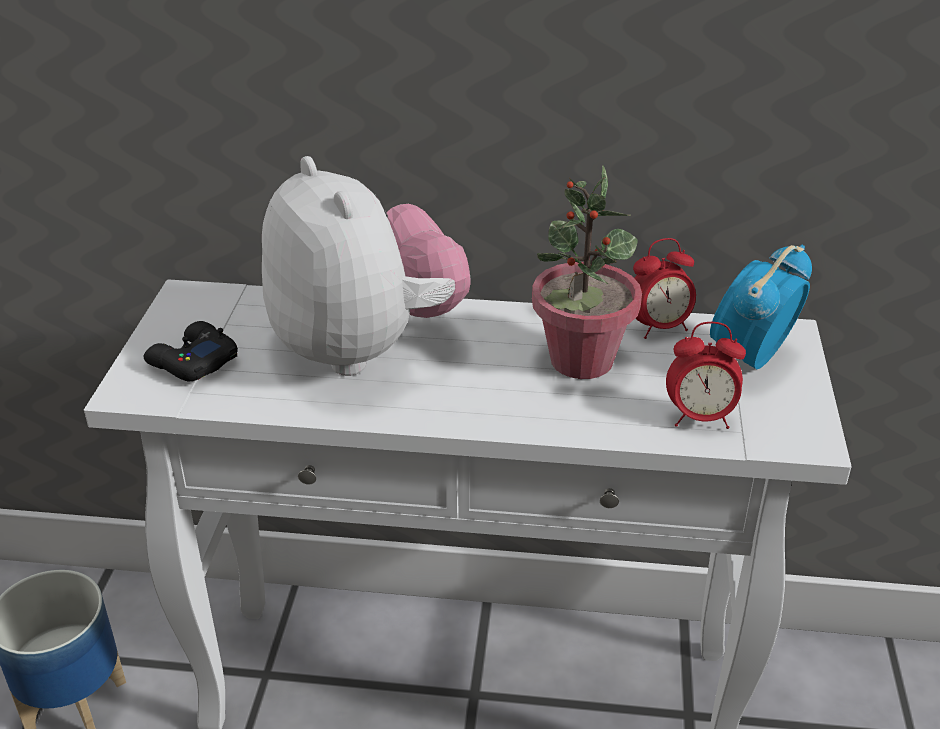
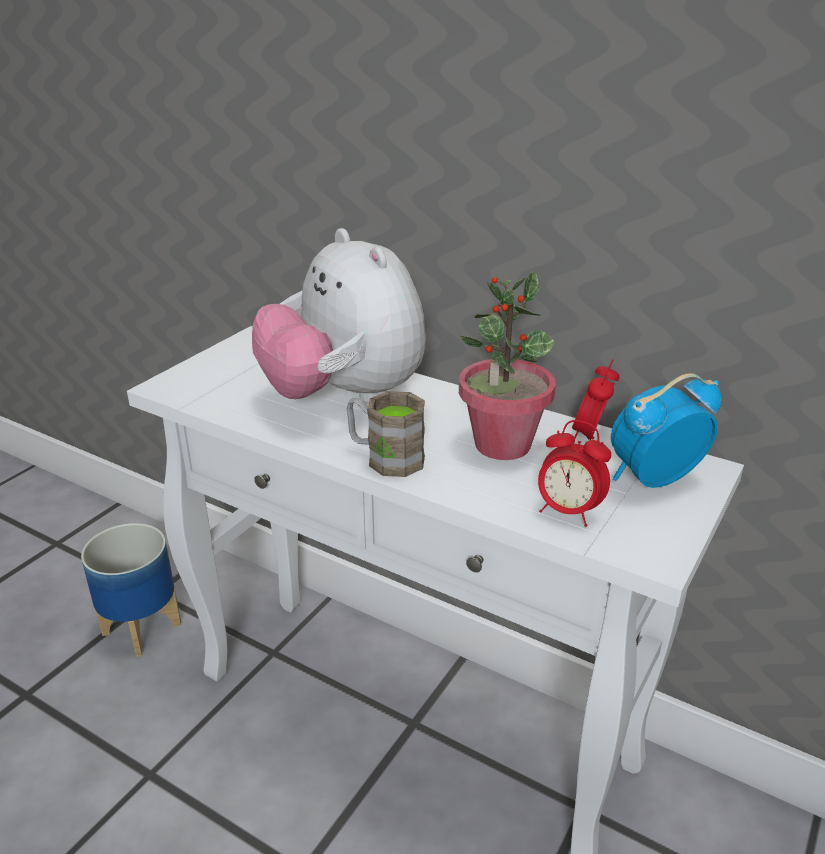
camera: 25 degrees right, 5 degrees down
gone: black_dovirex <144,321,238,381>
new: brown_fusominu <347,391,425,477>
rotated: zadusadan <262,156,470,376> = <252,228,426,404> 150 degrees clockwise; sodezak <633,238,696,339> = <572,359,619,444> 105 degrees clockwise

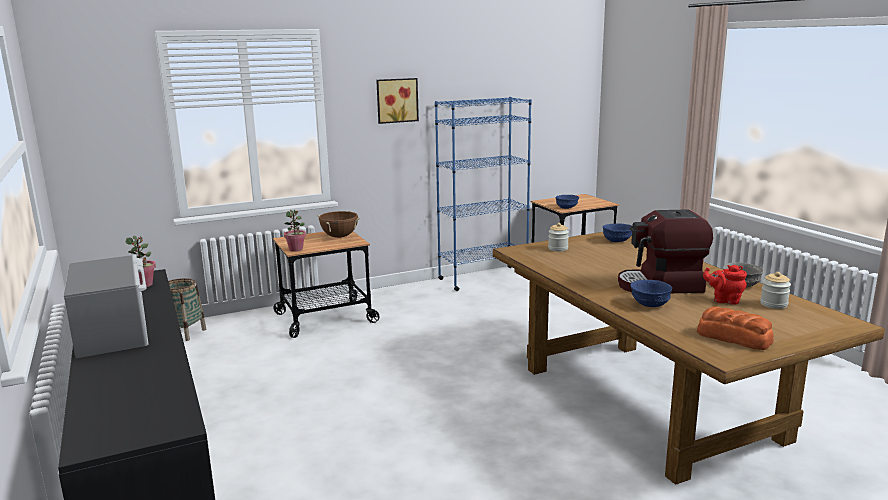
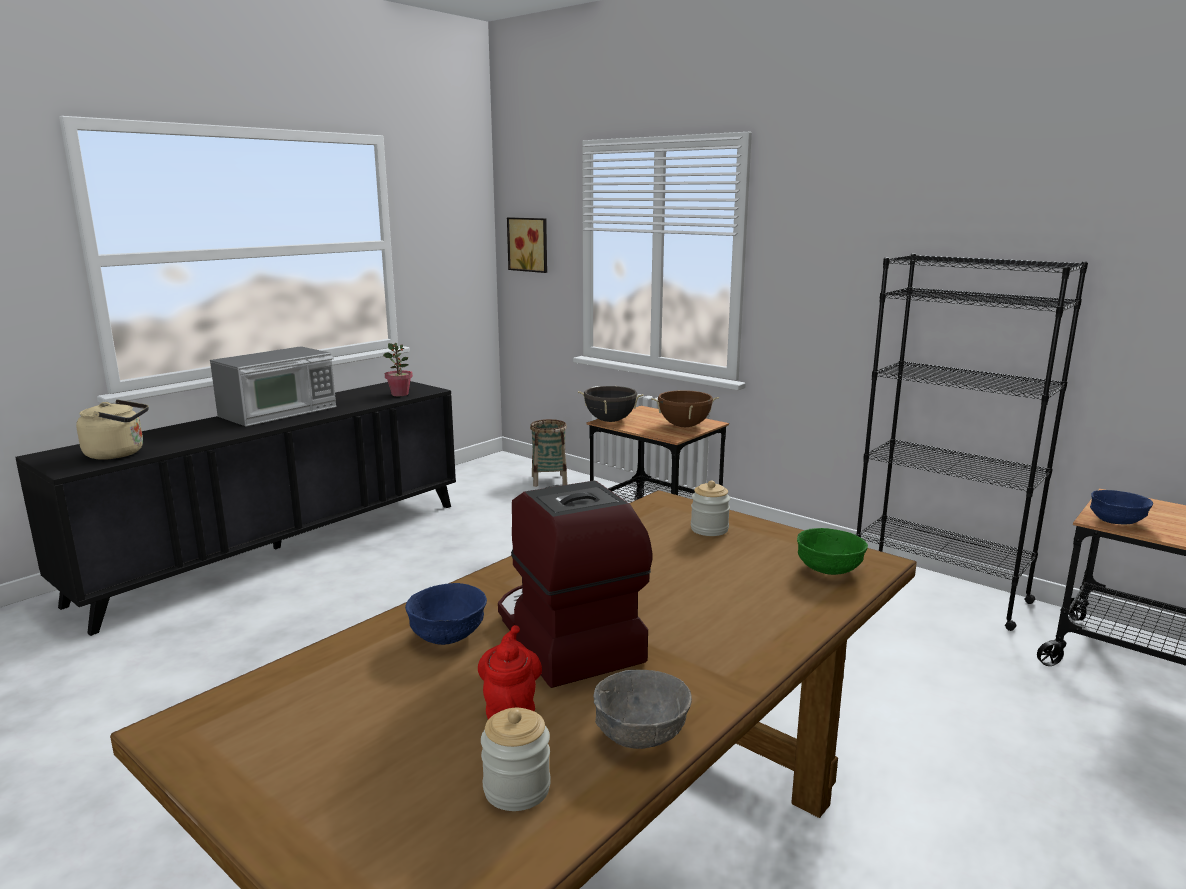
camera: 65 degrees right, 0 degrees up
gone: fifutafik <697,306,774,350>
new: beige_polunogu <76,400,149,460>
shifted: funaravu <376,78,419,124> to <507,217,547,273>
swapped: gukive <284,210,306,252> to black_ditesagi <578,386,644,422>
repainted: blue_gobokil <603,223,632,242> to green_gobokil <797,528,868,575>; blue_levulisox <435,97,532,291> to black_levulisox <856,254,1088,631>

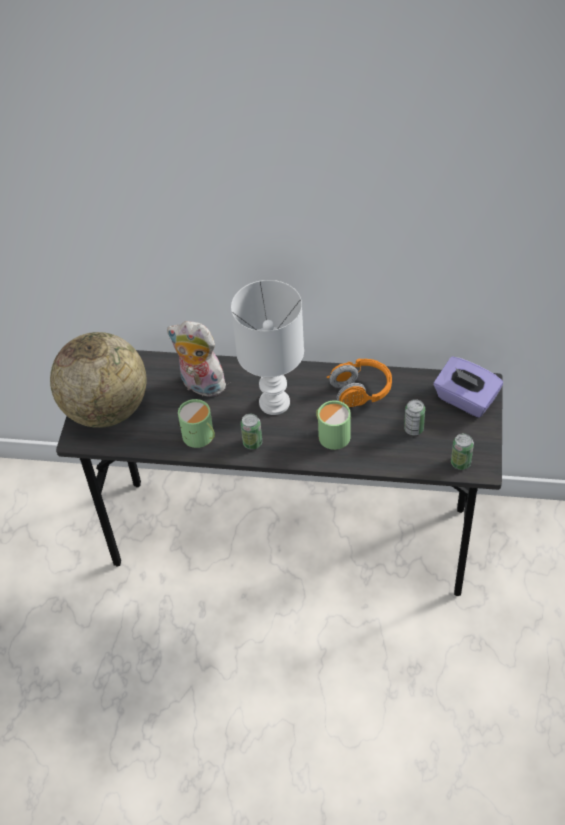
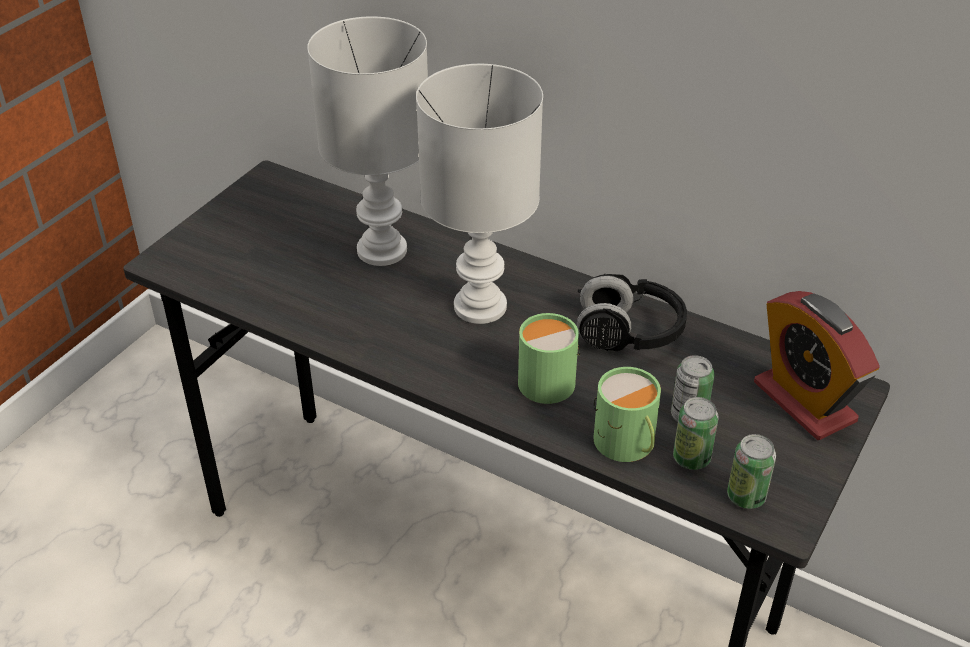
camera: 20 degrees right, 10 degrees down
gone: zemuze <50,332,147,428>
shifted: green_fusominu <178,399,215,448> to <593,367,661,462>; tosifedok <240,414,262,449> to <673,397,719,470>
swapped: zadusadan <167,321,228,397> to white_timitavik <307,16,428,266>; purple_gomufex <434,356,503,418> to sodezak <754,291,880,440>
repainted: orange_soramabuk <326,358,392,407> to black_soramabuk <576,274,687,351>

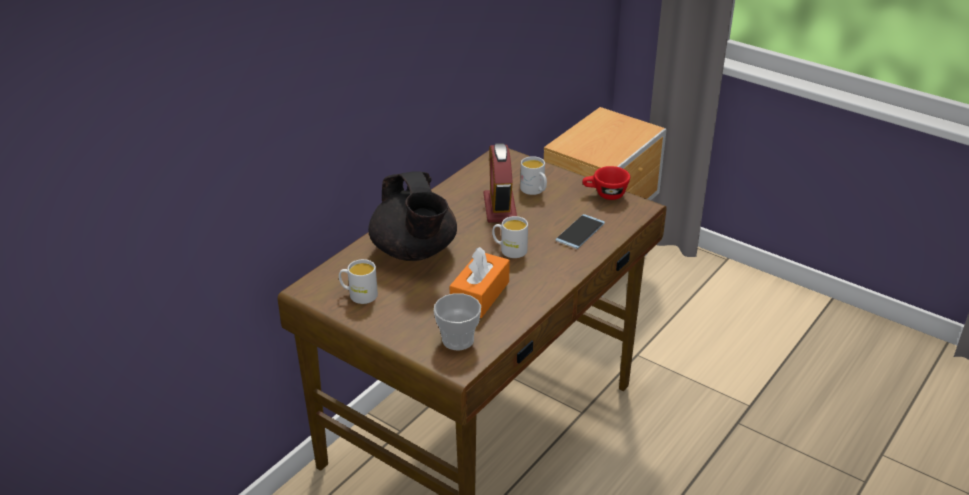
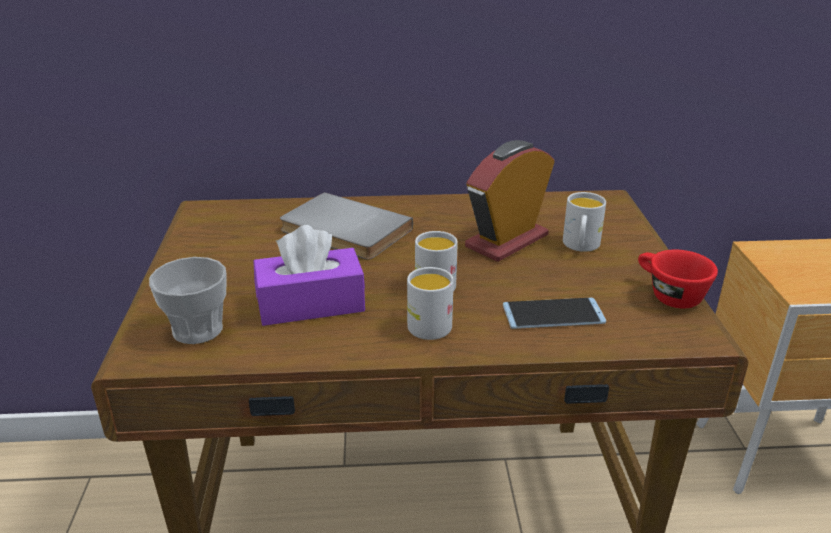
camera: 50 degrees right, 5 degrees down
shifted: white_fusominu <339,259,378,304> to <407,267,454,340>
swapped: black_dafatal <368,171,457,261> to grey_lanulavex <280,192,413,260>
repainted: orange_gomufex <450,247,510,318> to purple_gomufex <253,225,365,326>

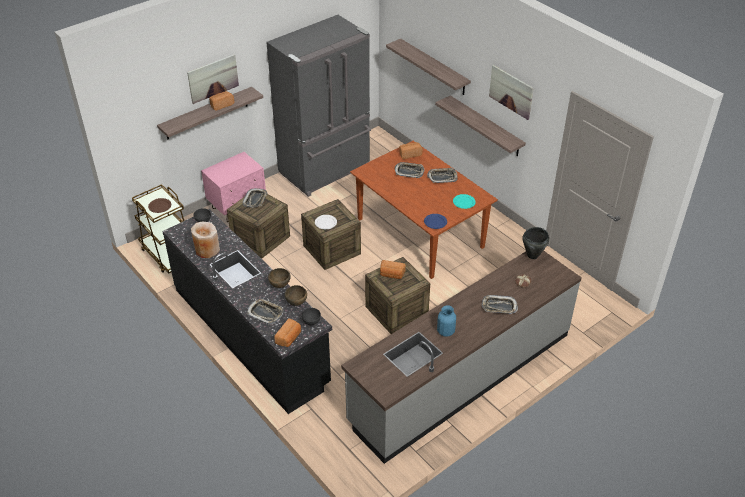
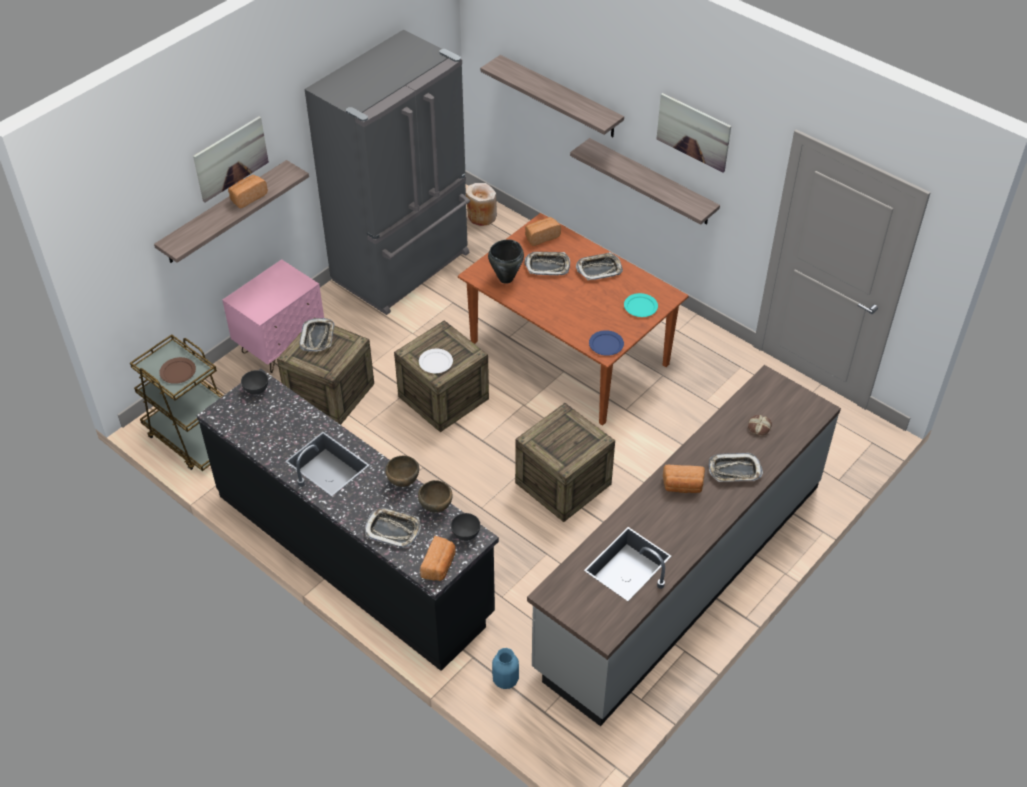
camera: 10 degrees left, 5 degrees up
shifted: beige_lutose <191,221,220,258> to <466,183,497,226>; black_ditesagi <522,227,549,259> to <488,239,524,284>; blue_lutose <437,305,456,337> to <492,648,519,689>; fifutafik <380,260,406,279> to <663,465,705,493>

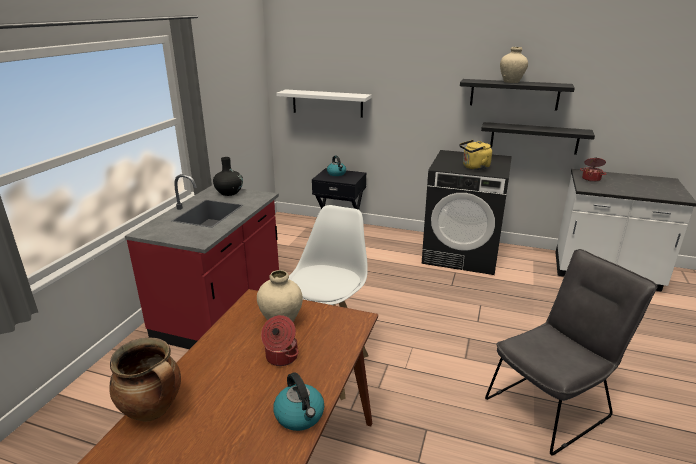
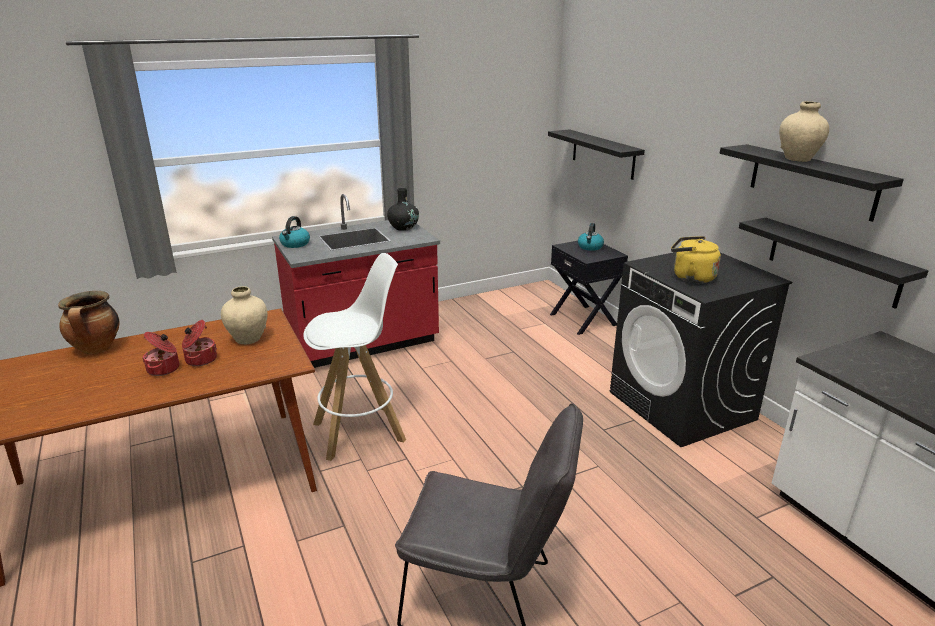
camera: 45 degrees right, 0 degrees up
shifted: ditesagi <580,157,606,182> to <143,332,179,376>; polunogu <273,372,324,431> to <279,216,310,248>
repainted: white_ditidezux <276,89,371,118> to black_ditidezux <548,129,645,180>

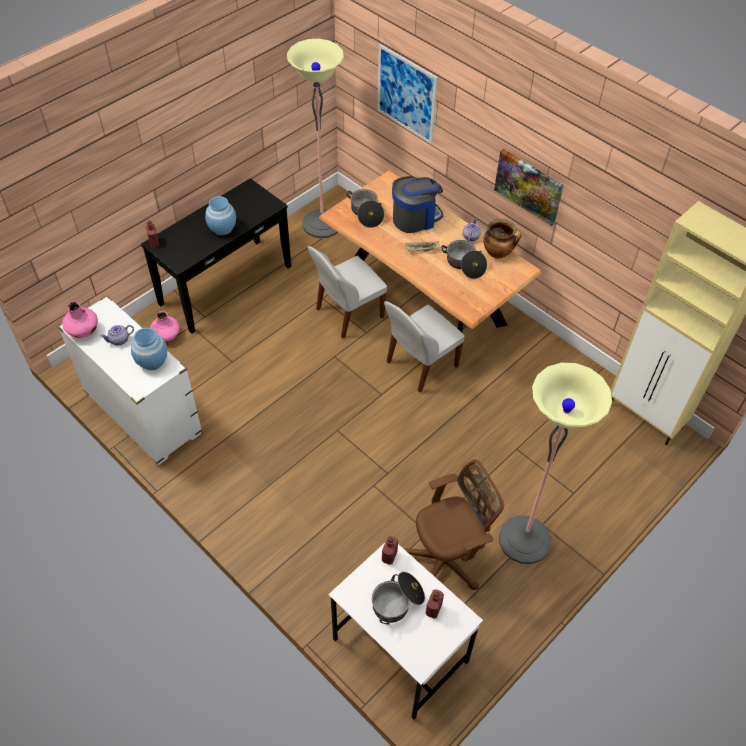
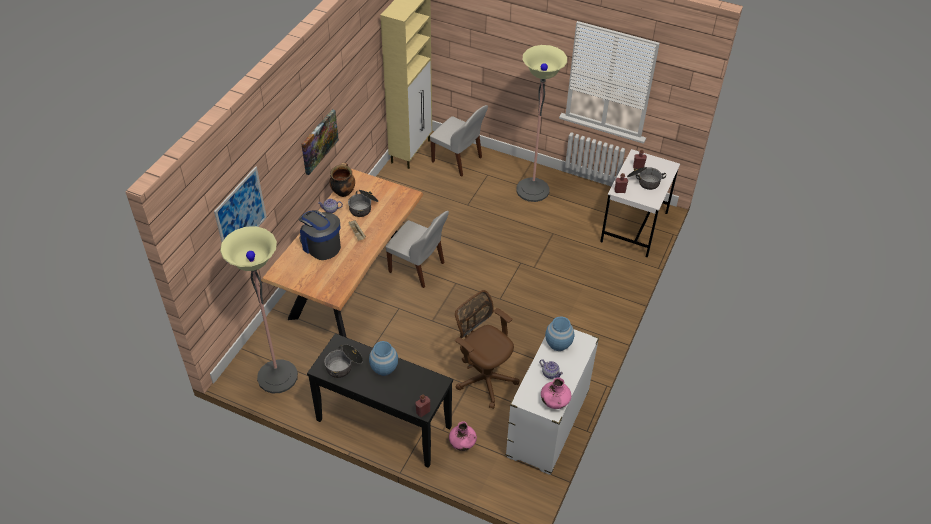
camera: 110 degrees left, 5 degrees down
shifted: ditesagi <347,189,384,228> to <324,344,363,378>; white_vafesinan <308,246,387,339> to <430,105,488,177>; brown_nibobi <403,459,504,590> to <455,290,520,409>

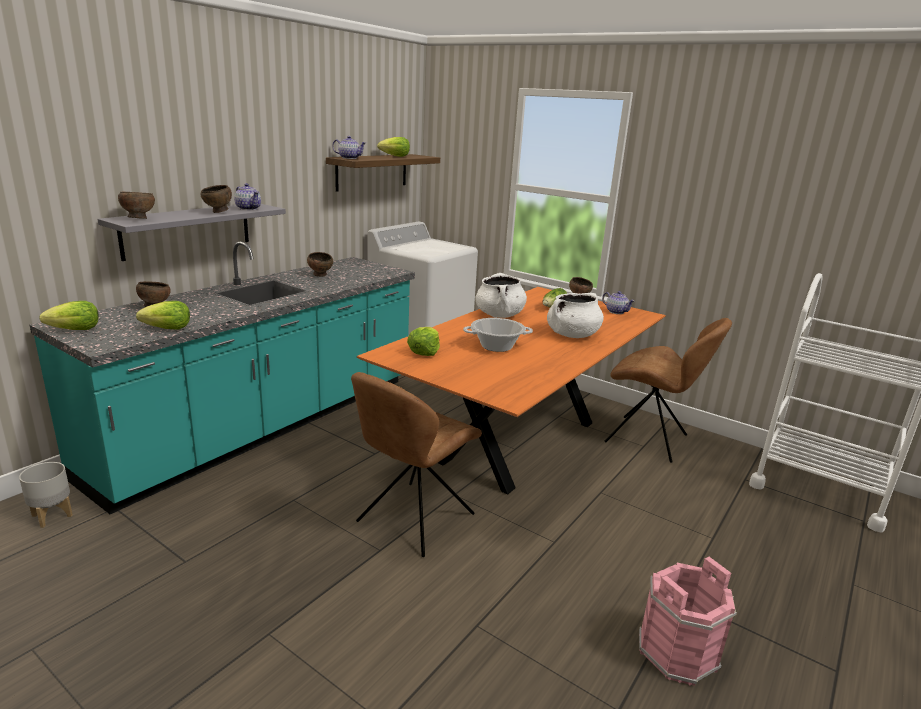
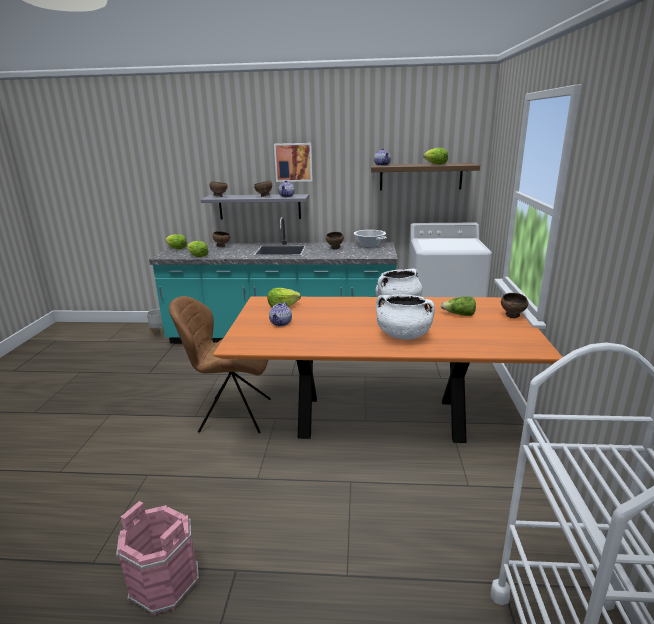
camera: 60 degrees right, 0 degrees up
gone: brown_vafesinan <605,318,732,463>
new: funaravu <274,143,313,182>
shifted: dafatal <602,291,635,314> to <269,302,292,326>; ditesagi <463,318,533,352> to <354,230,387,248>

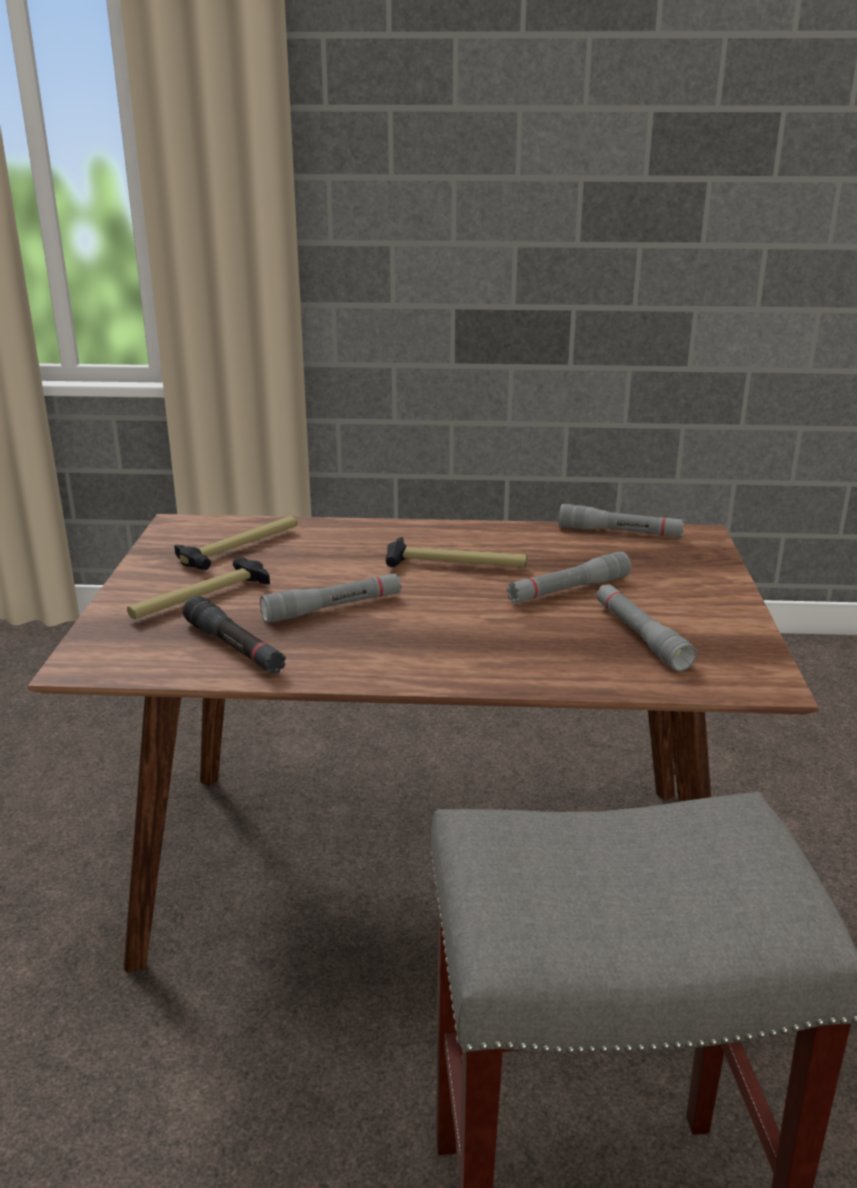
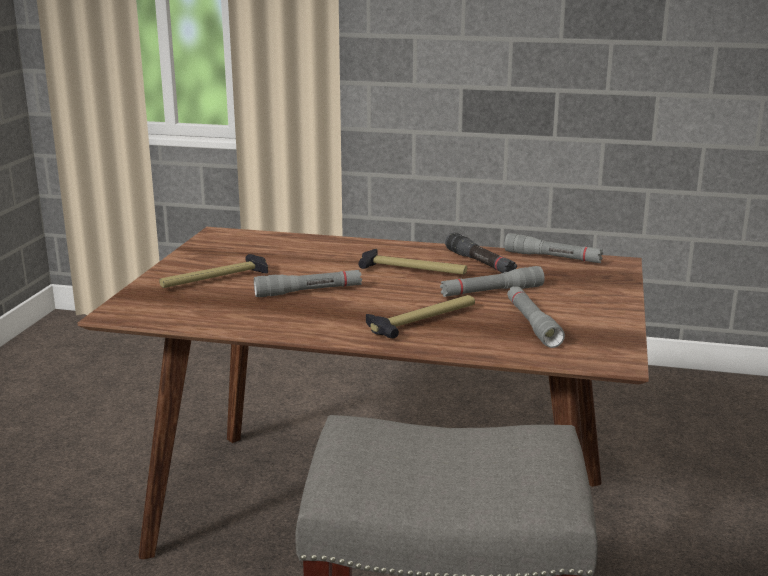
camera: 10 degrees right, 5 degrees down
shifted: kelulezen <174,516,297,570> to <366,295,475,338>; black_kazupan <183,596,286,674> to <445,233,517,273>

